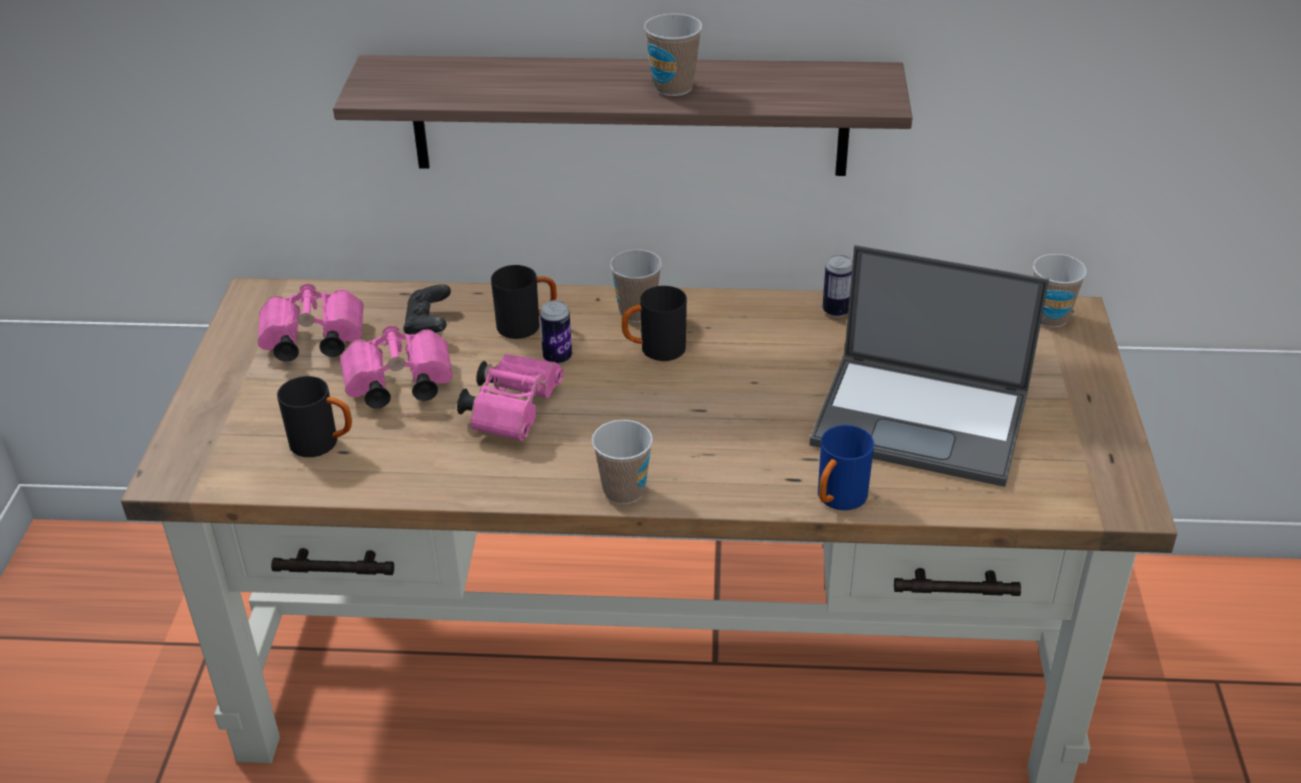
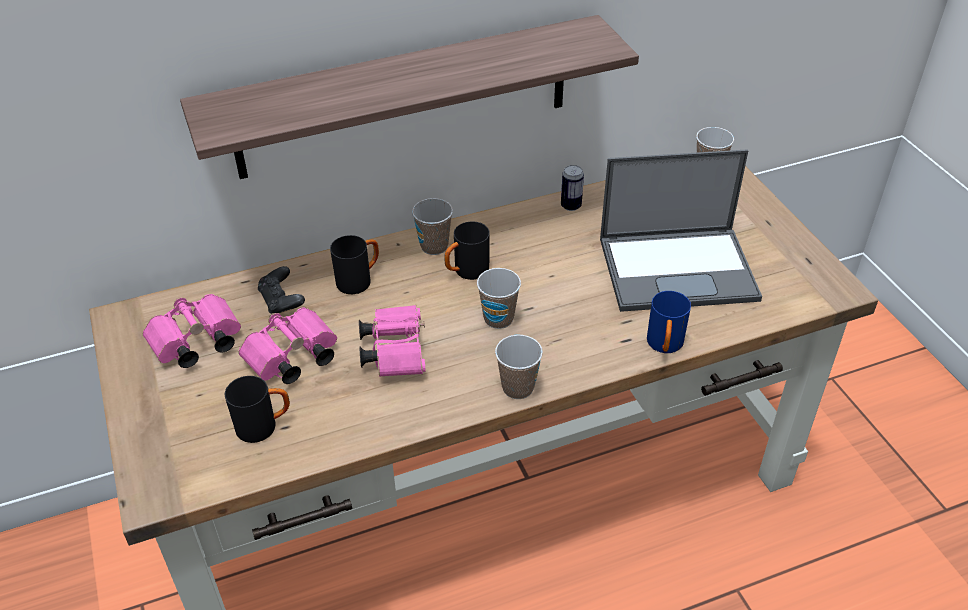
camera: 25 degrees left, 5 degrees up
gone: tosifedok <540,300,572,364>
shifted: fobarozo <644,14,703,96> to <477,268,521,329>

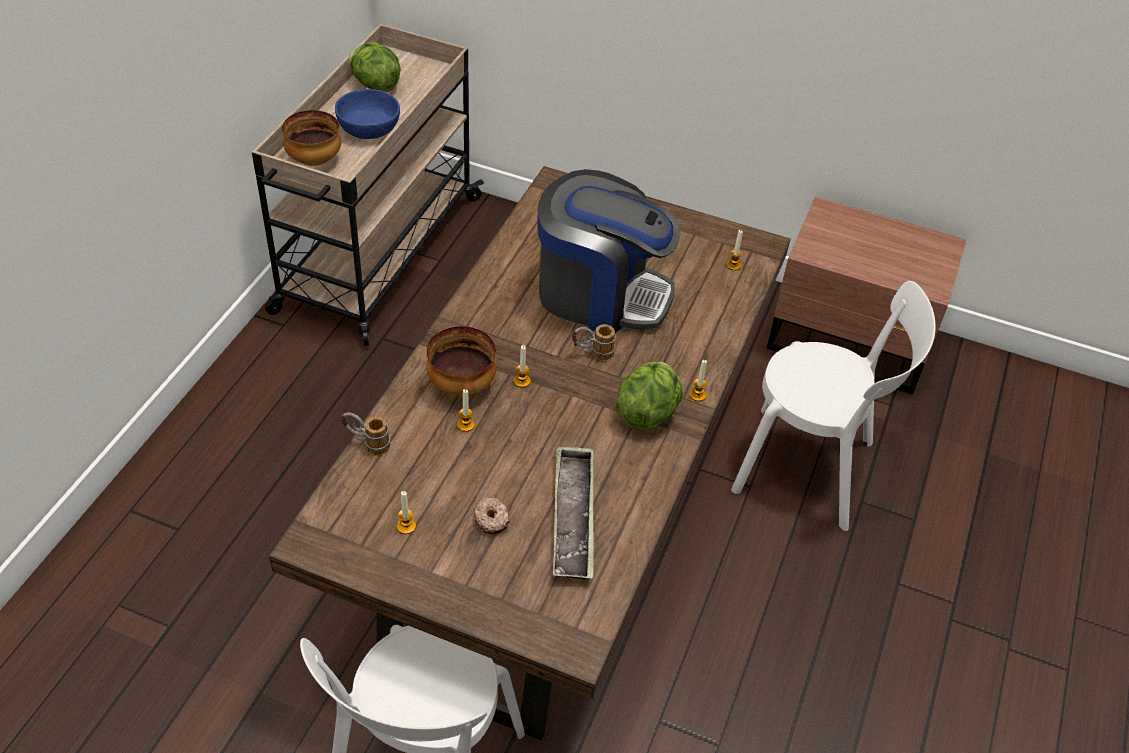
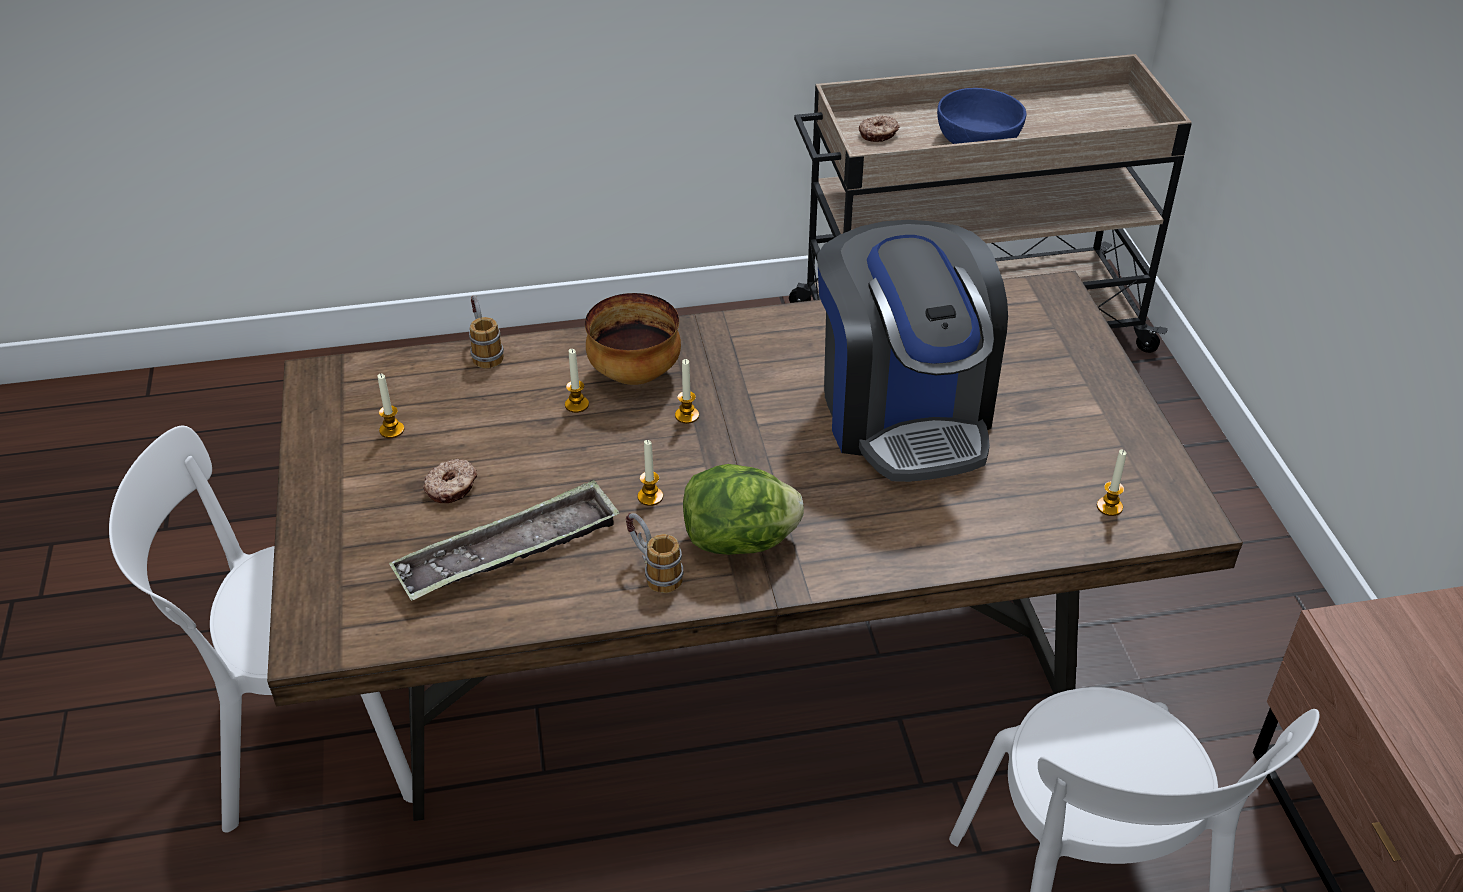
camera: 60 degrees right, 5 degrees down
gone: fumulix <349,42,401,93>
shifted: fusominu <572,324,616,360> to <626,513,683,593>; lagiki <689,360,707,401> to <637,440,663,506>
swapped: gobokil <282,110,341,166> to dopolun <859,116,900,142>

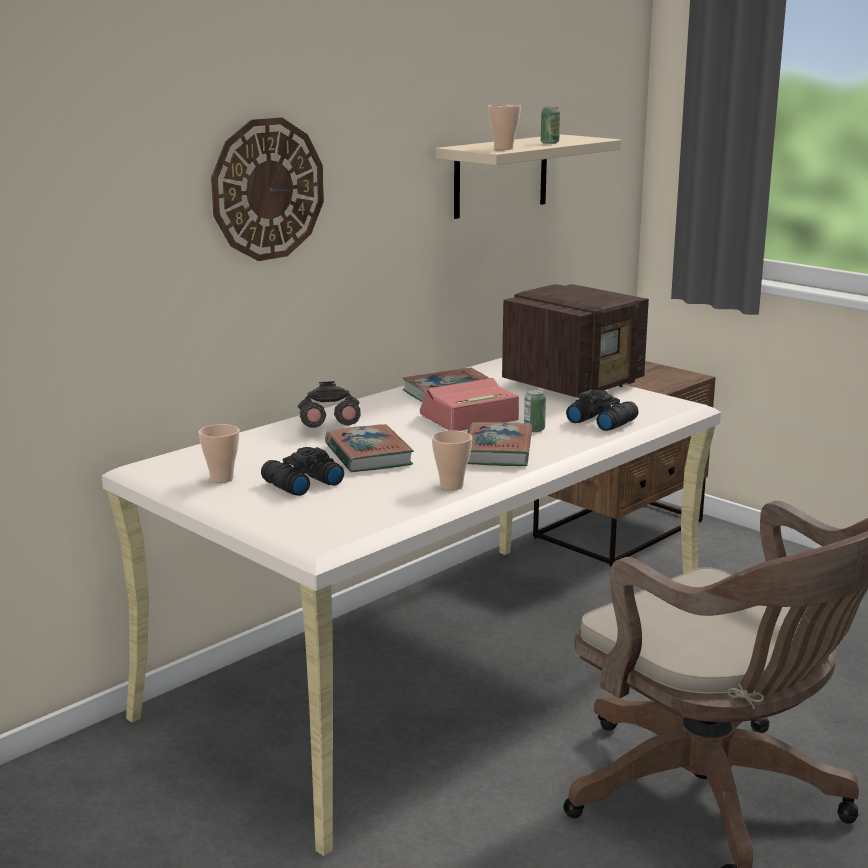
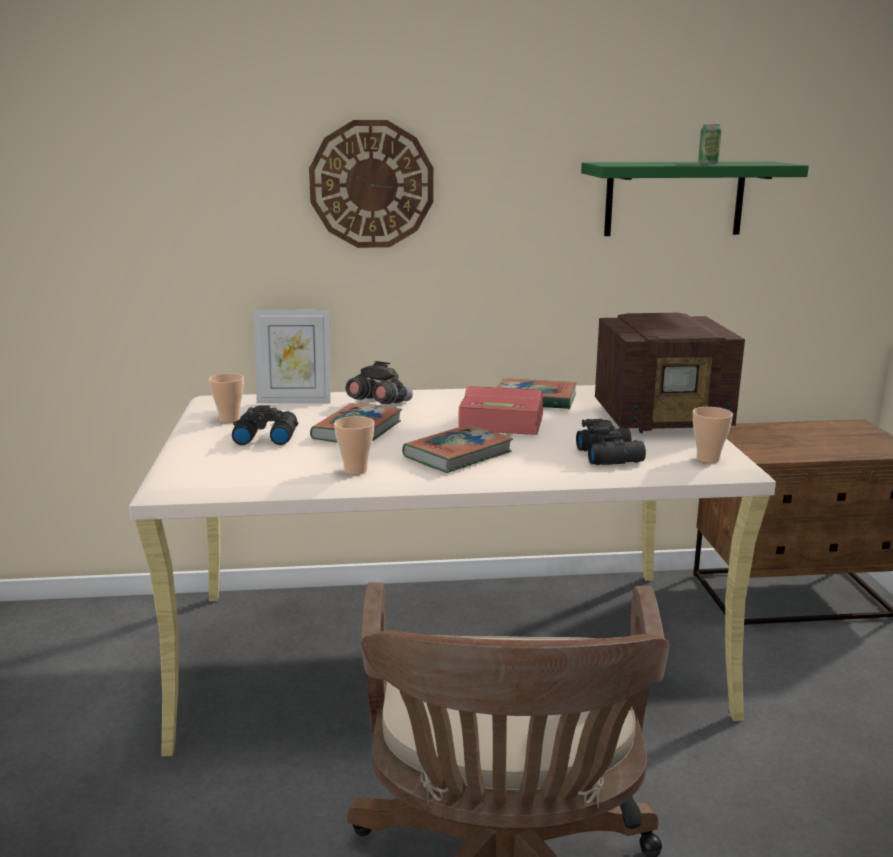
camera: 40 degrees right, 0 degrees up
gone: tosifedok <524,389,546,432>
new: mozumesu <254,310,331,404>
shifted: fobarozo <488,104,521,150> to <693,407,733,463>
repainted: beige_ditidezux <436,134,621,219> to green_ditidezux <581,162,809,236>

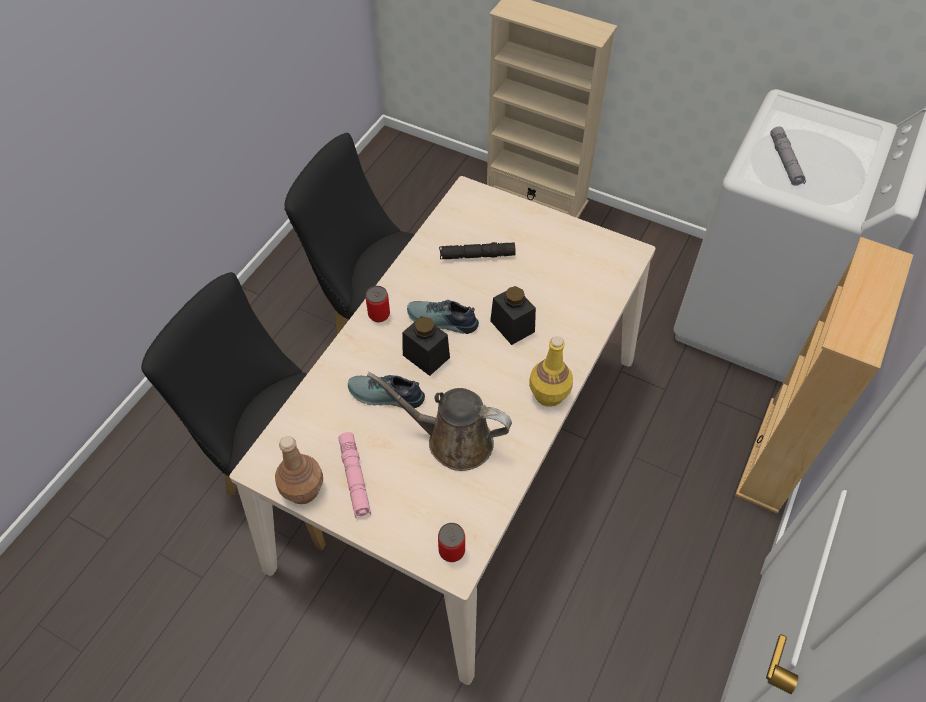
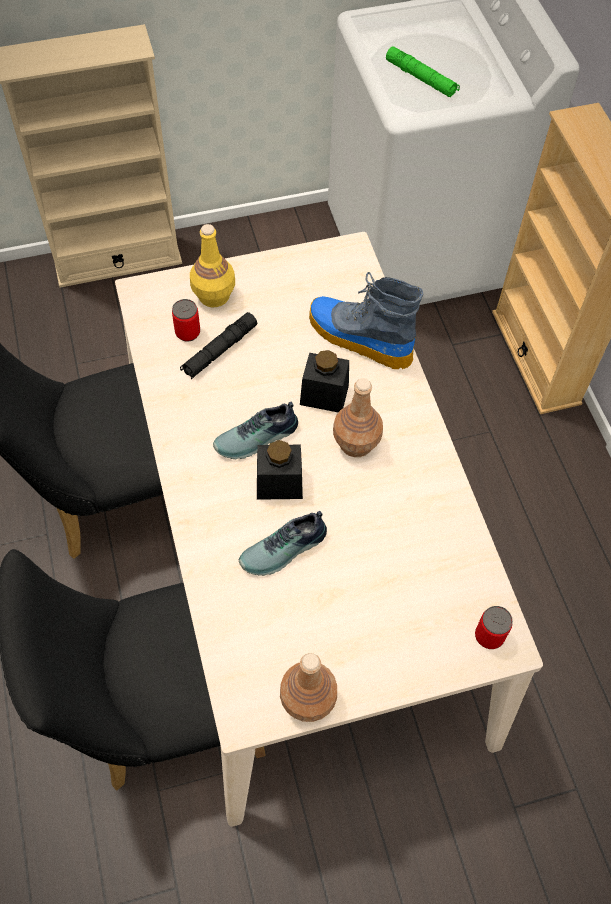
camera: 45 degrees left, 5 degrees up
gone: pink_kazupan <338,432,371,518>; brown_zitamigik <367,372,512,471>
new: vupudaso <309,272,423,369>; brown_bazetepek <333,378,383,457>
shifted: tosifedok <366,286,390,322> to <172,299,200,342>; yellow_bazetepek <529,336,573,407> to <190,224,235,307>
repainted: grey_kazupan <770,126,806,186> to green_kazupan <386,46,460,97>

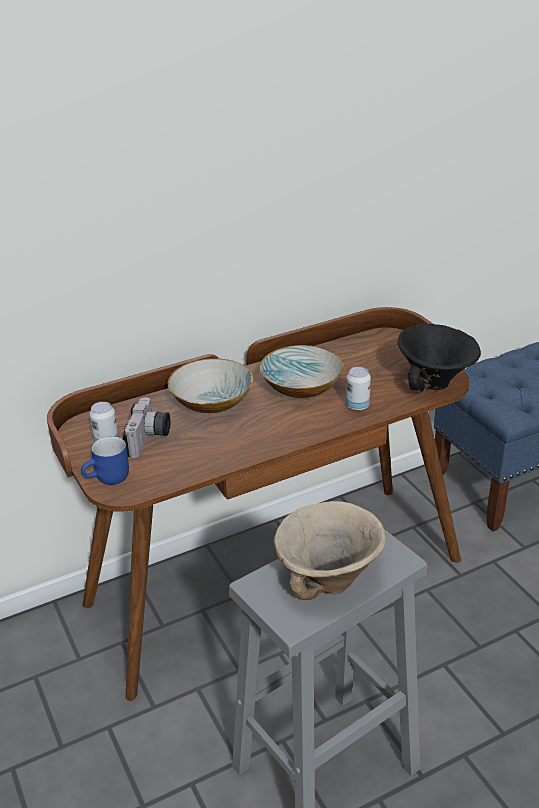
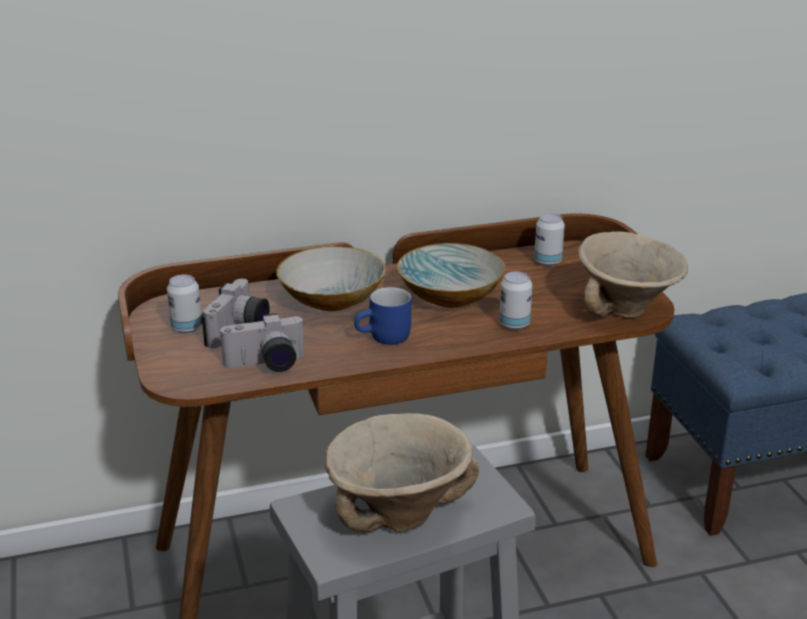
camera: 10 degrees right, 5 degrees down
new: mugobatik <220,313,305,372>; tosifedok <534,213,565,266>
shifted: blue_fusominu <81,436,129,485> to <354,287,411,345>
repainted: black_gobokil <398,324,481,392> to beige_gobokil <578,231,688,318>

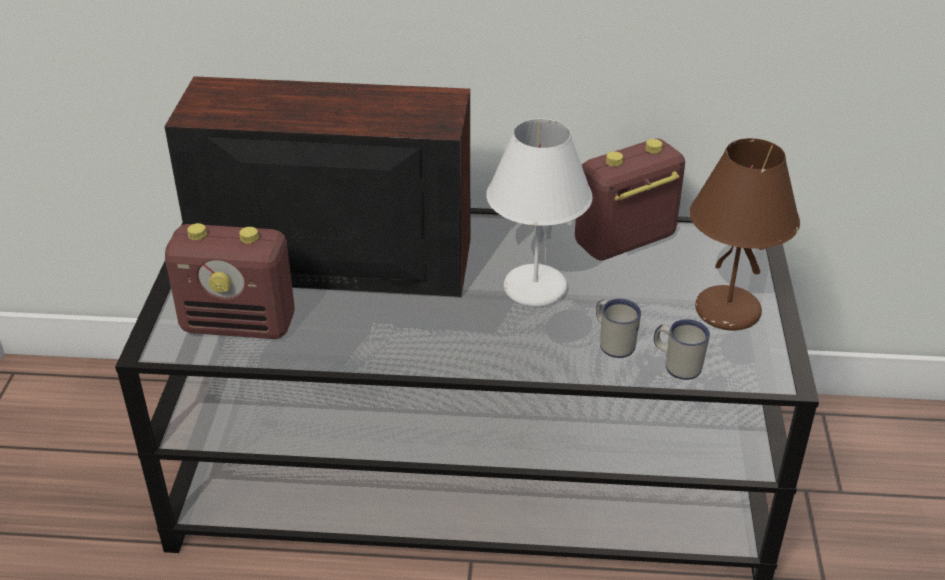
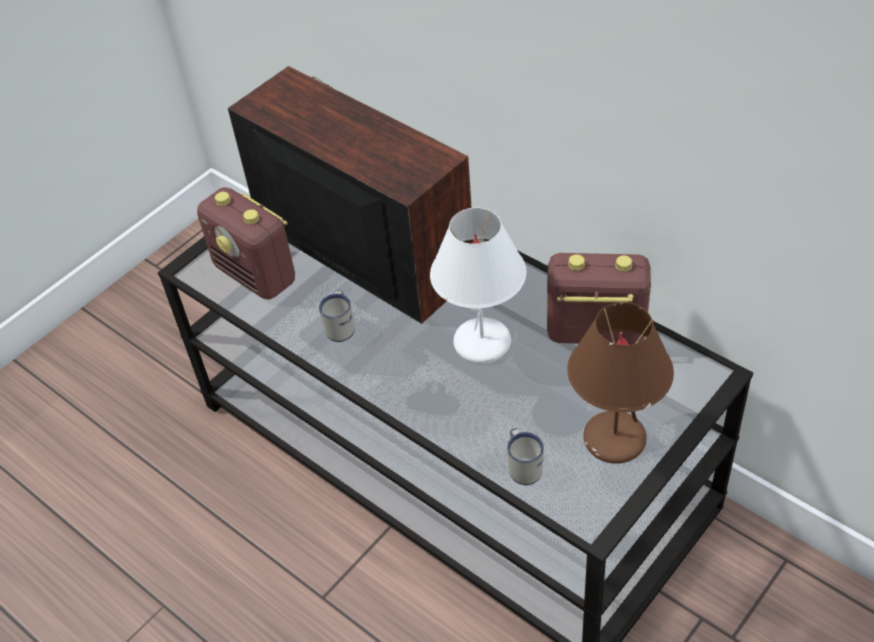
camera: 40 degrees right, 10 degrees up
shifted: white_fusominu <596,299,641,358> to <319,290,355,342>

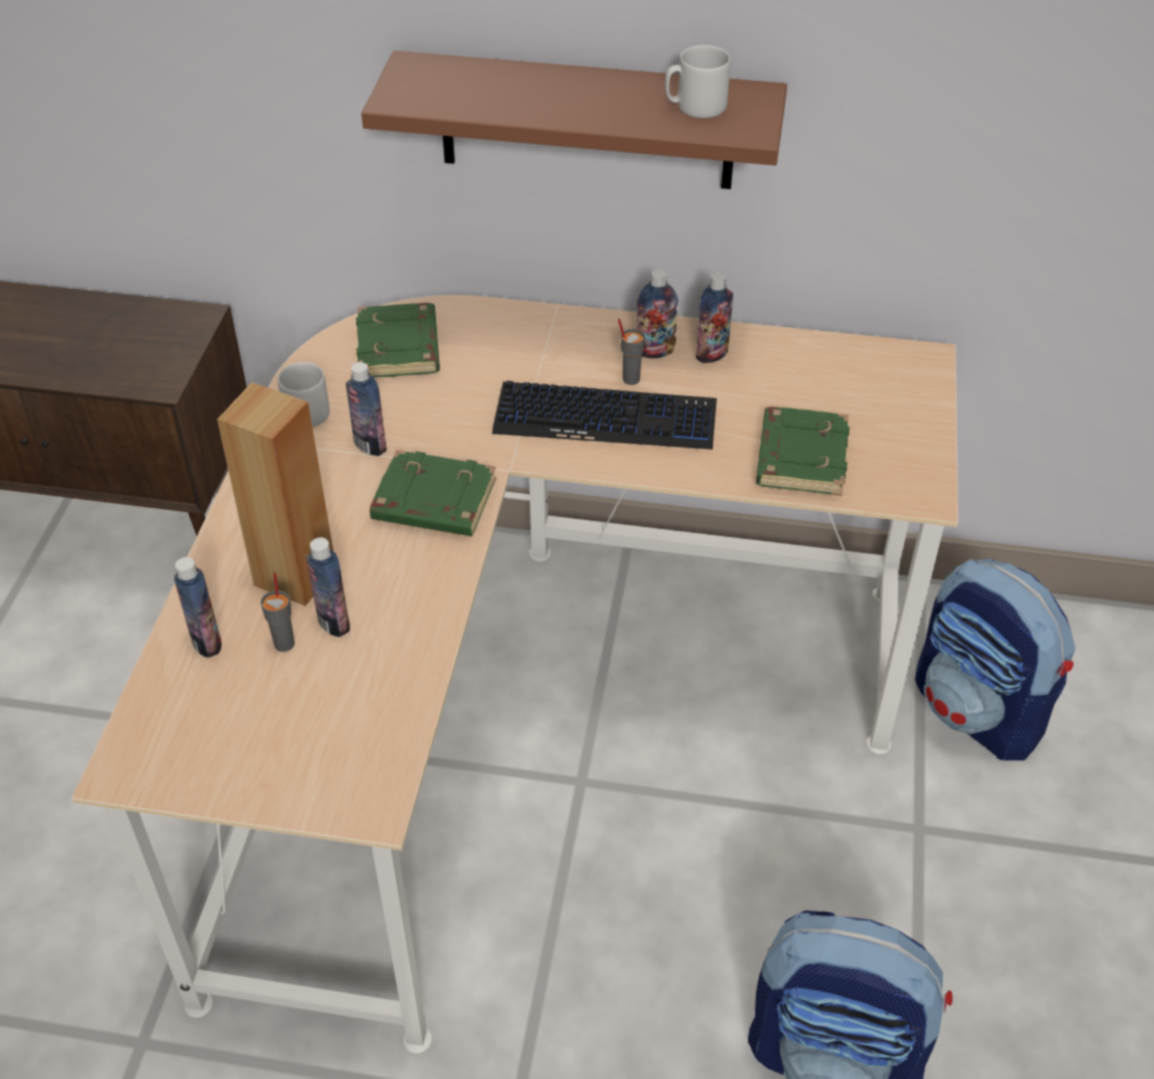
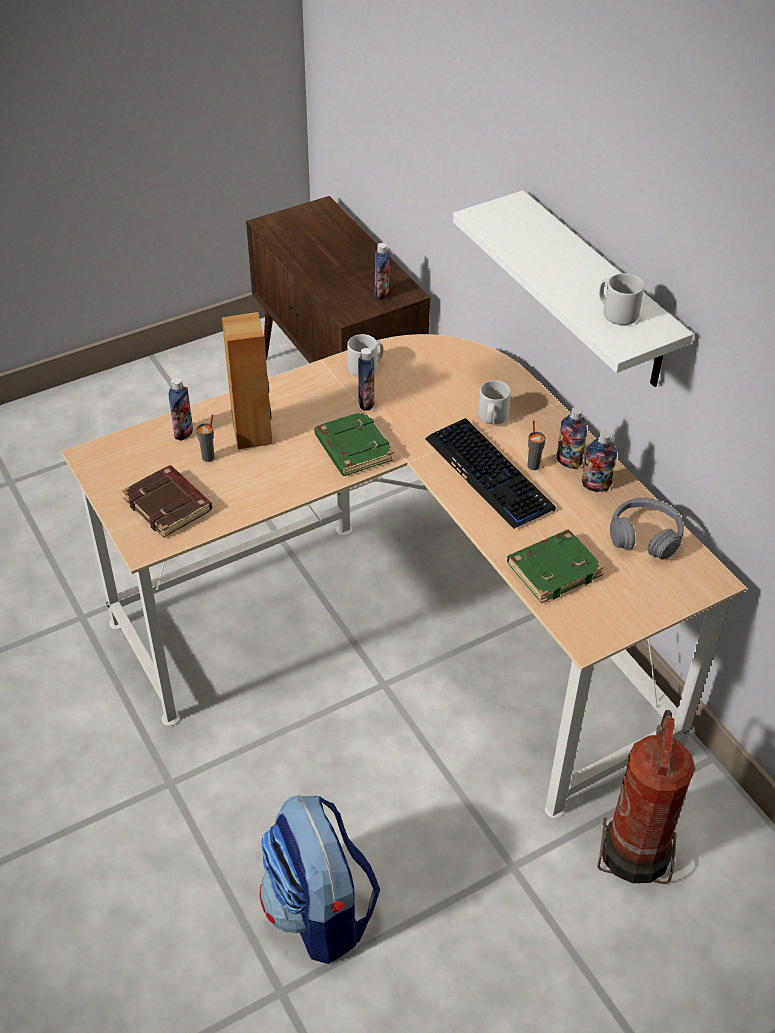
camera: 50 degrees right, 0 degrees up
gone: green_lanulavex <356,303,440,377>
new: brown_lanulavex <122,465,212,538>; grey_fusominu <478,380,511,425>; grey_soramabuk <610,498,684,560>
shifted: bazetepek <306,538,350,637> to <375,243,389,300>
swapped: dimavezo <915,559,1075,761> to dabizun <597,710,695,884>
repainted: brown_ditidezux <361,51,787,189> to white_ditidezux <453,190,693,387>

